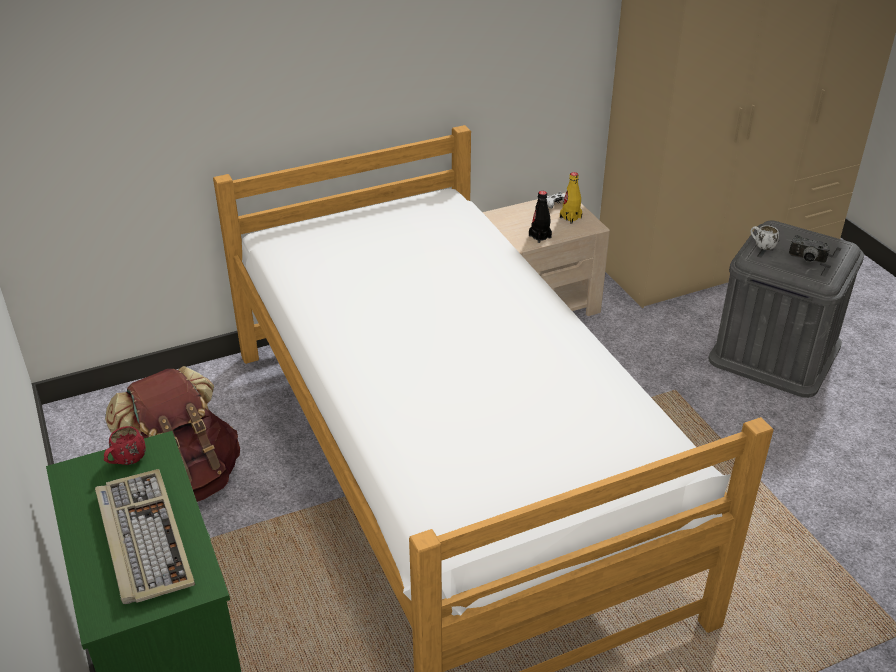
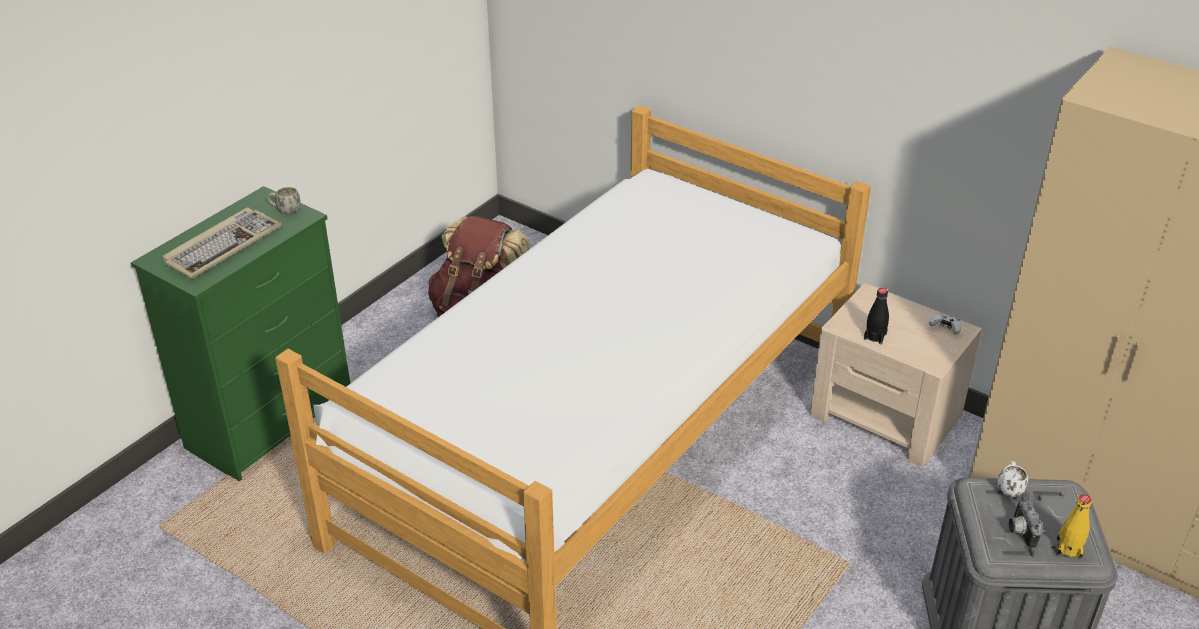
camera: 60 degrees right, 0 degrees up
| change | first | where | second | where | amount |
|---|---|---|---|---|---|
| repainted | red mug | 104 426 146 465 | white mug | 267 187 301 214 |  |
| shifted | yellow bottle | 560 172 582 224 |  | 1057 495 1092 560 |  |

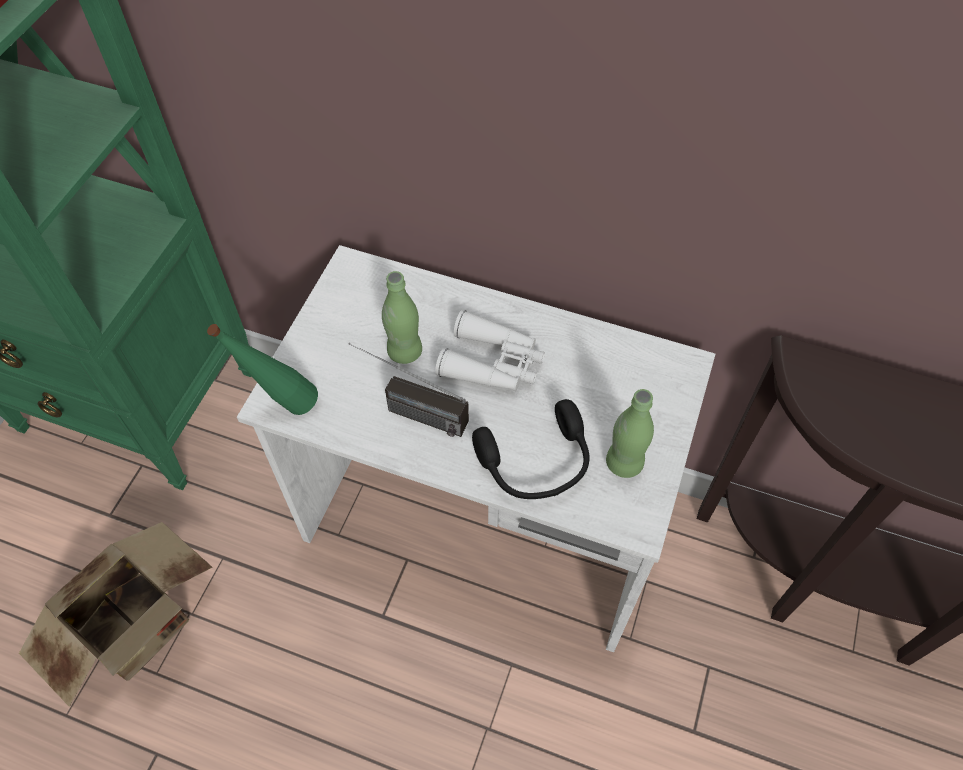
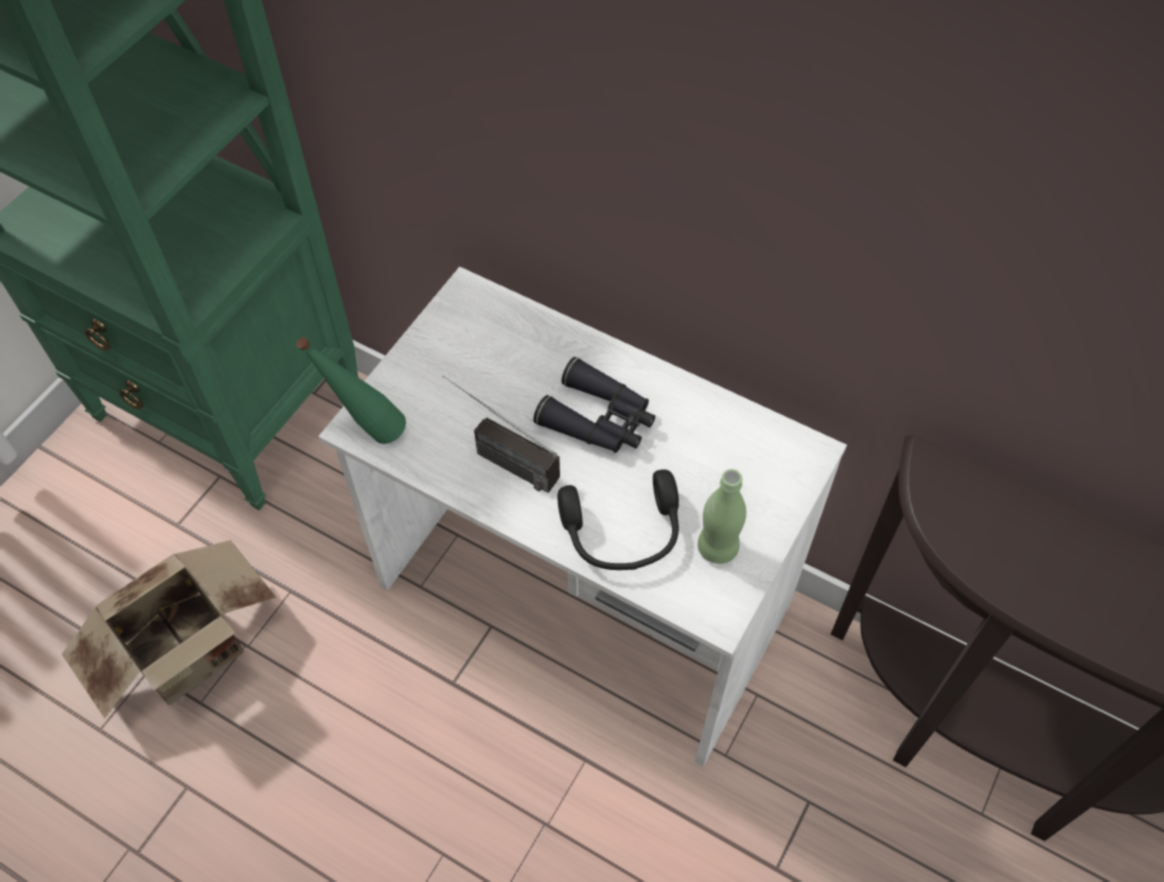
camera: 10 degrees right, 0 degrees up
| change | first | where | second | where | amount |
|---|---|---|---|---|---|
| gone | green bottle | 382 271 422 364 |  |  |  |
| repainted | white binoculars | 435 310 545 391 | black binoculars | 533 357 655 453 |  |

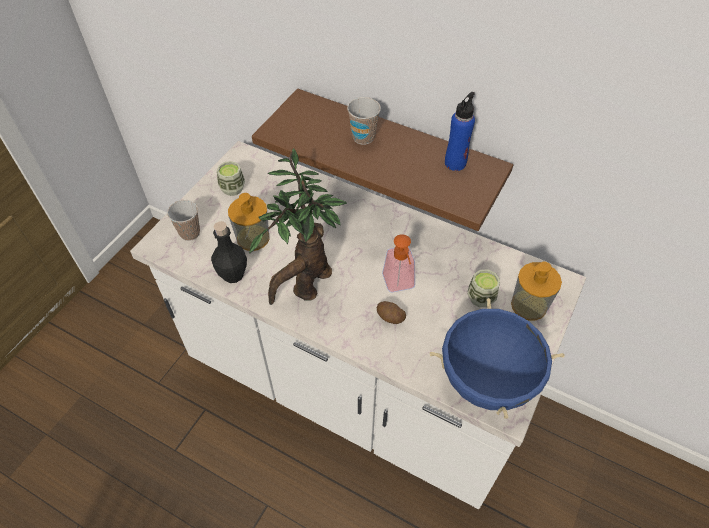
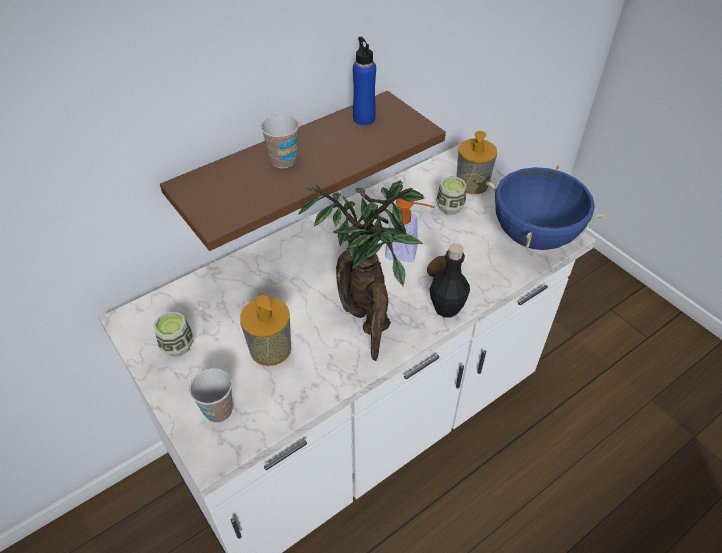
camera: 65 degrees left, 5 degrees down
| change | first | where | second | where | amount |
|---|---|---|---|---|---|
| shifted | black bottle | 211 221 247 283 |  | 429 243 470 318 |  |

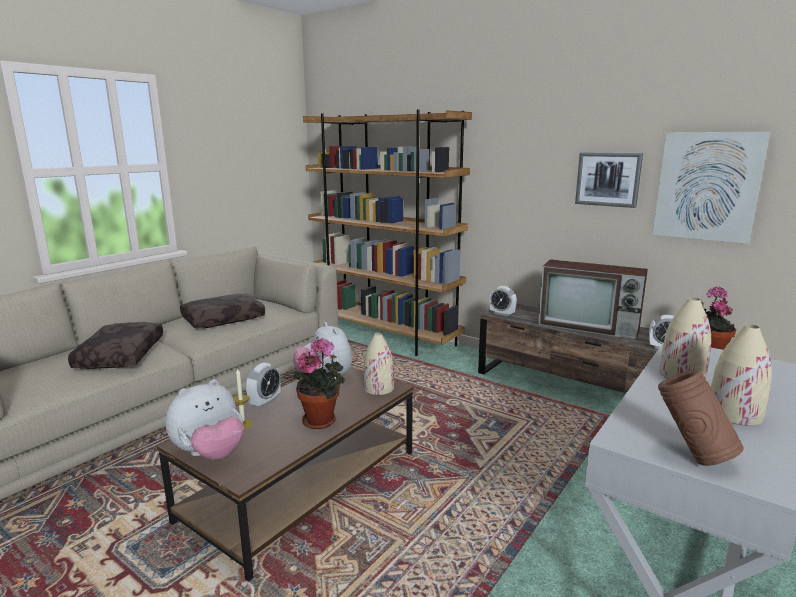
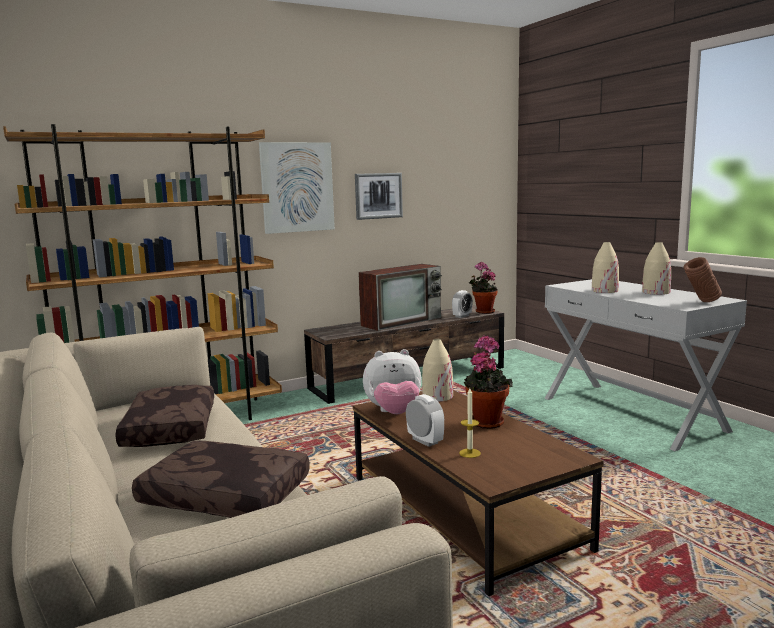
camera: 65 degrees left, 5 degrees down
| change | first | where | second | where | amount |
|---|---|---|---|---|---|
| gone | plush toy | 165 379 244 460 |  |  |  |
| gone | alarm clock | 489 286 517 317 |  |  |  |
| shifted | picture | 652 132 770 244 |  | 259 142 335 234 |  |

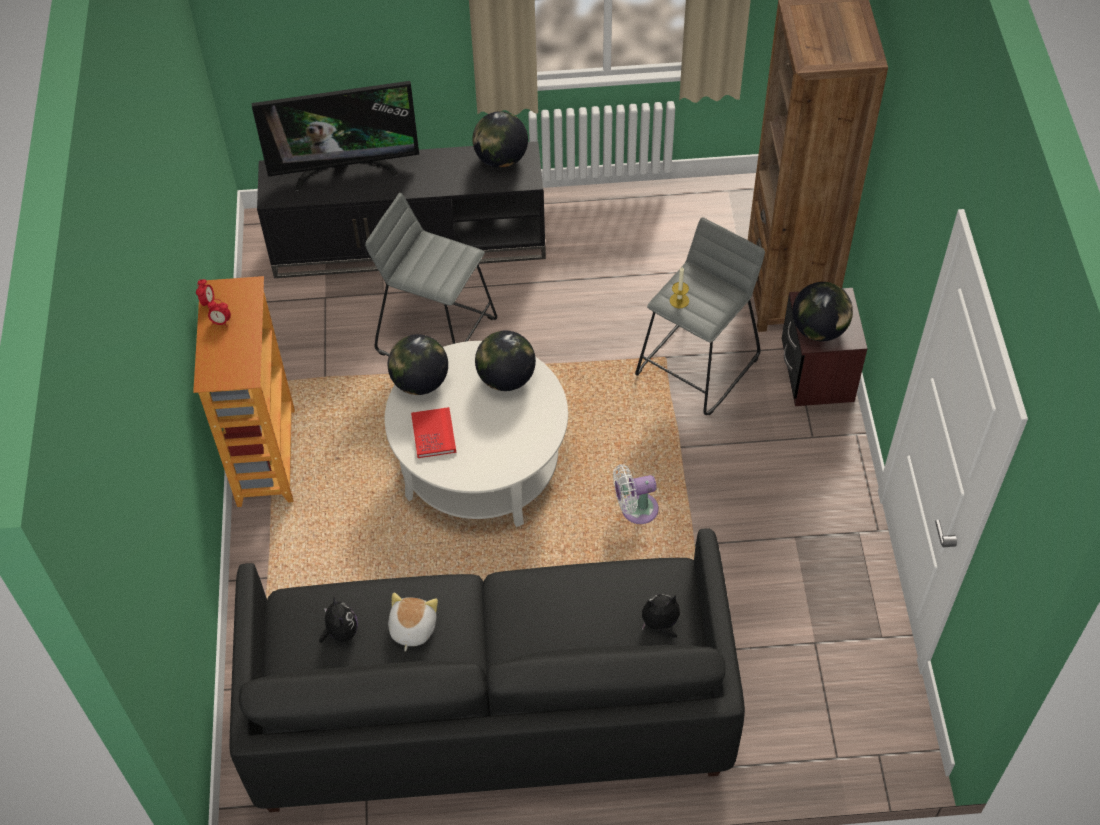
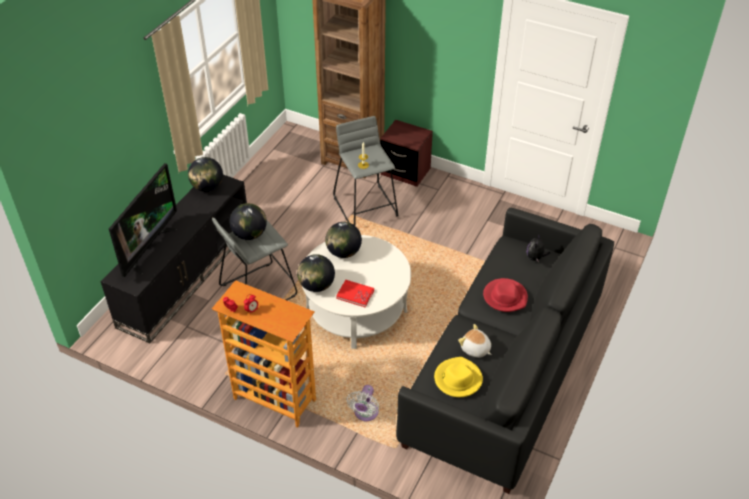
camera: 60 degrees left, 10 degrees down
| change | first | where | second | where | amount |
|---|---|---|---|---|---|
| swapped | plush toy | 319 596 358 643 | yellow hat | 434 357 483 397 |  |
| shifted | white fan | 613 464 659 524 |  | 347 385 379 421 |  |
| shifted | globe | 792 282 853 341 |  | 230 203 267 240 |  |
| new |  |  | red hat | 483 278 528 312 |  |

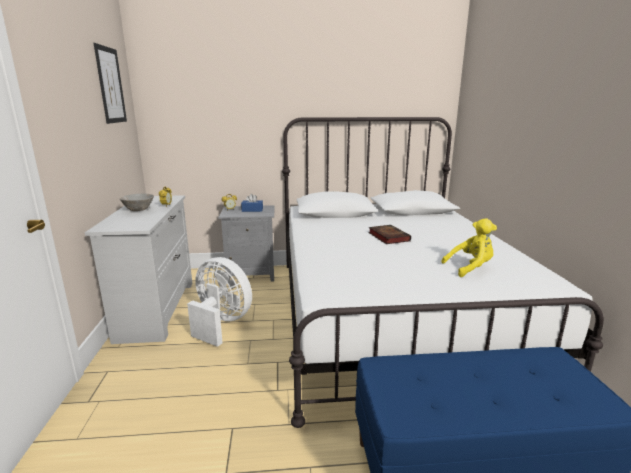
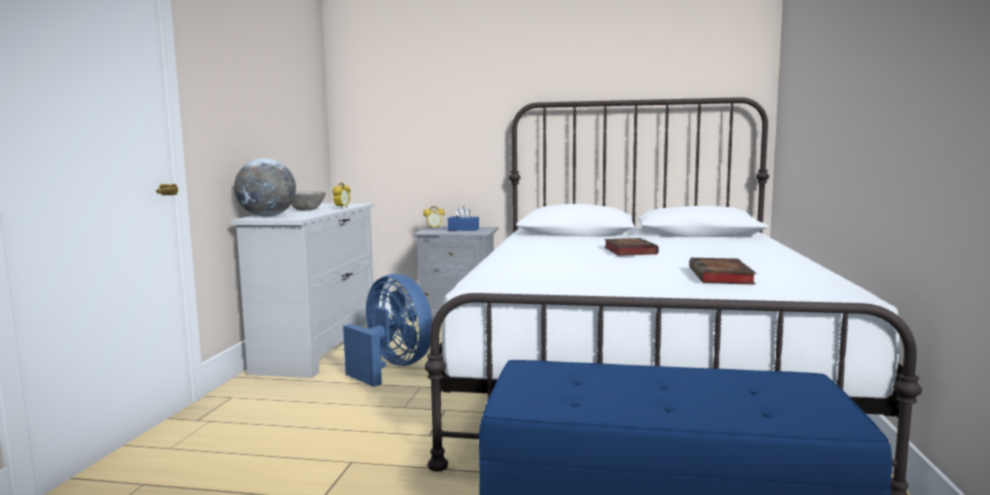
camera: 15 degrees right, 10 degrees down
| change | first | where | second | where | amount |
|---|---|---|---|---|---|
| gone | picture | 94 43 127 124 |  |  |  |
| repainted | white fan | 187 257 252 347 | blue fan | 343 274 433 387 |  |
| swapped | yellow plush toy | 441 218 497 277 | book | 689 258 756 285 |  |
| new |  |  | globe | 234 158 296 217 |  |

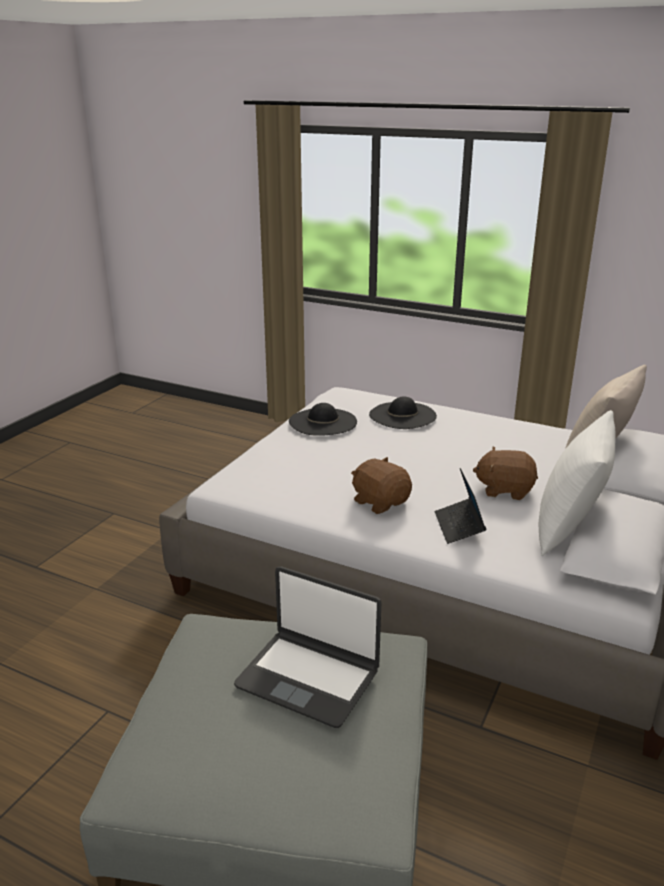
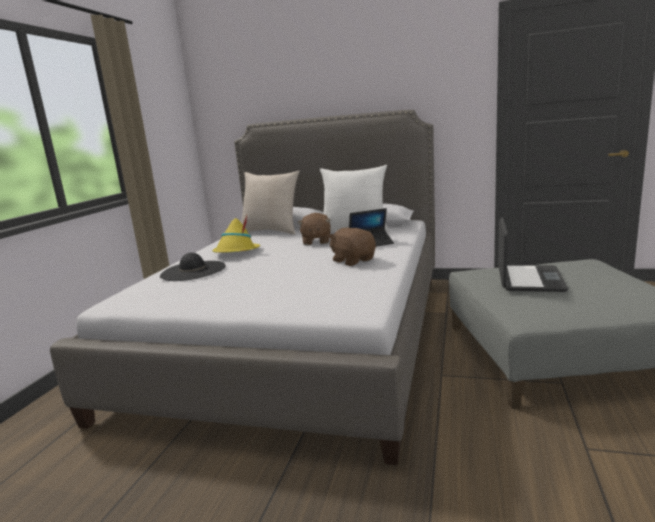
camera: 100 degrees left, 10 degrees down
| change | first | where | second | where | amount |
|---|---|---|---|---|---|
| gone | black hat | 289 403 357 436 |  |  |  |
| rotated | brown plush toy | 351 457 412 514 |  | 328 228 376 266 | 105 degrees clockwise |
| new |  |  | yellow hat | 212 215 260 253 |  |

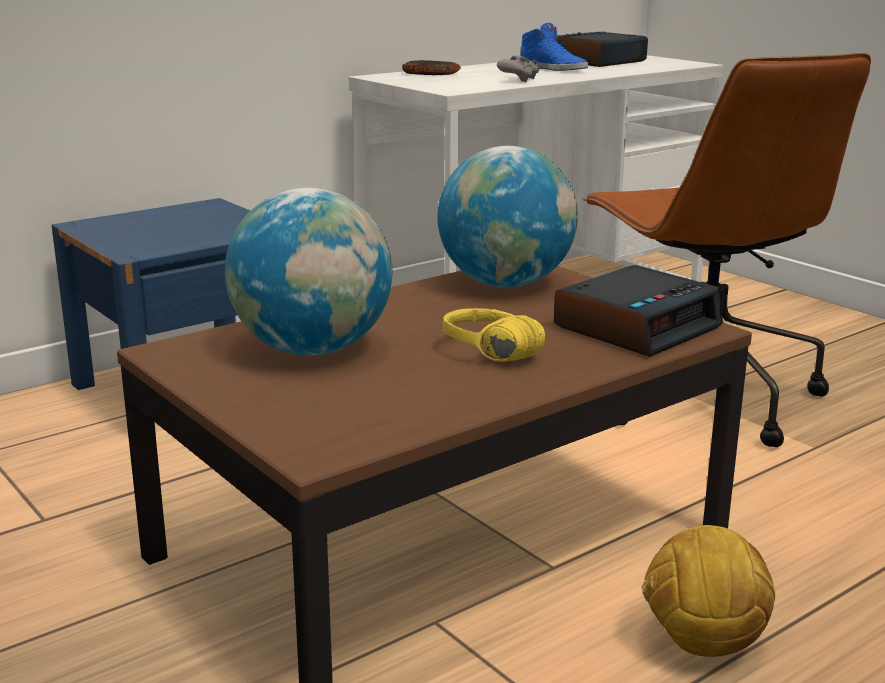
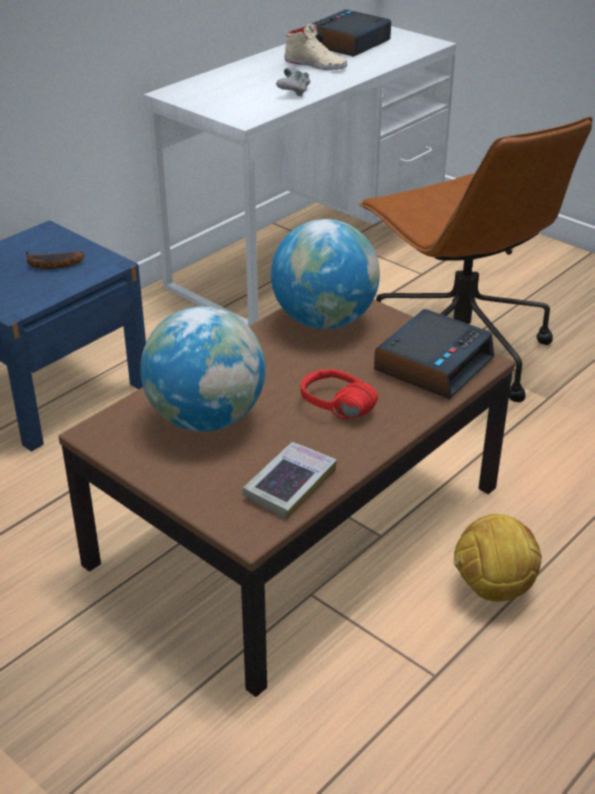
camera: 10 degrees left, 15 degrees up
| change | first | where | second | where | amount |
|---|---|---|---|---|---|
| shifted | banana | 402 60 461 75 |  | 26 251 85 269 |  |
| repainted | yellow headphones | 442 308 546 362 | red headphones | 301 369 378 419 |  |
| repainted | blue shoe | 520 23 588 71 | beige shoe | 284 24 347 70 |  |
| new |  |  | book | 242 442 337 519 |  |

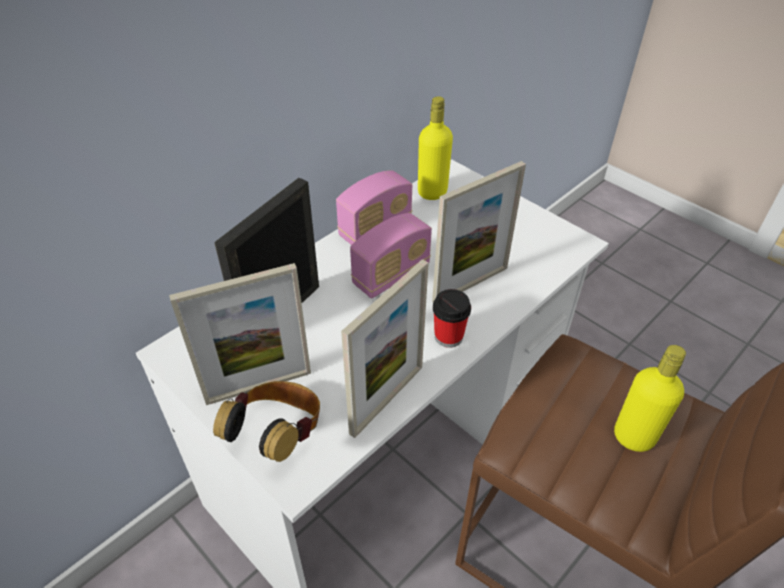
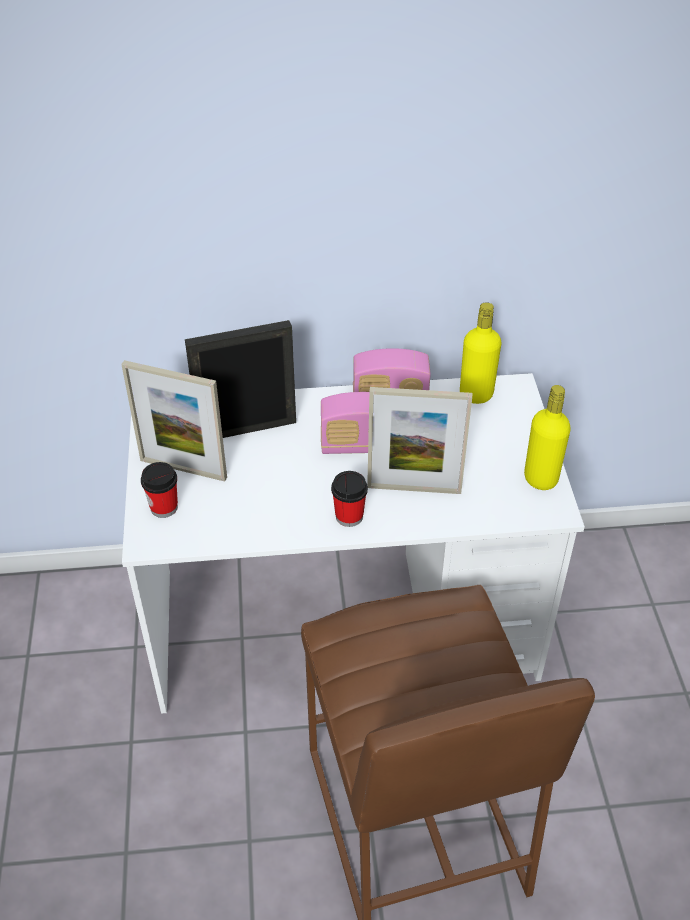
camera: 40 degrees right, 0 degrees up
| change | first | where | second | where | amount |
|---|---|---|---|---|---|
| swapped | headphones | 213 381 320 462 | cup | 141 462 178 518 |  |
| gone | picture frame | 341 259 429 438 |  |  |  |
| shifted | yellow bottle | 614 345 686 452 |  | 524 385 571 490 |  |

